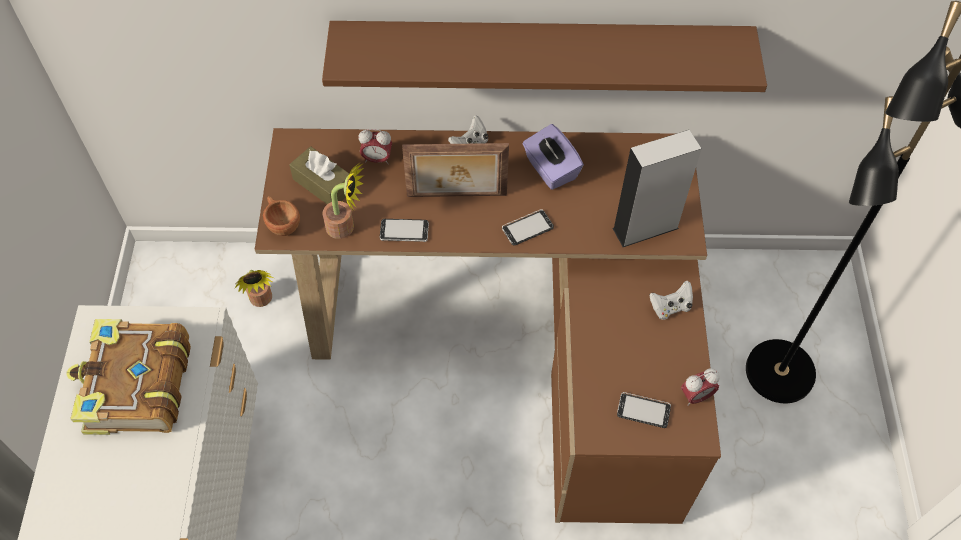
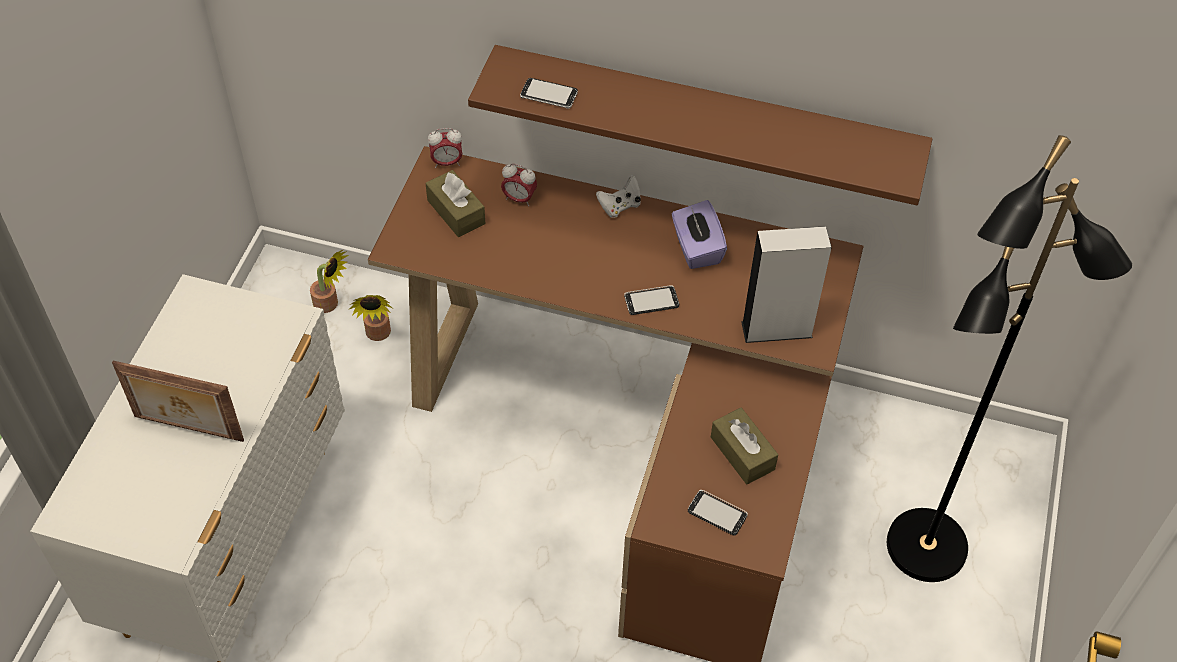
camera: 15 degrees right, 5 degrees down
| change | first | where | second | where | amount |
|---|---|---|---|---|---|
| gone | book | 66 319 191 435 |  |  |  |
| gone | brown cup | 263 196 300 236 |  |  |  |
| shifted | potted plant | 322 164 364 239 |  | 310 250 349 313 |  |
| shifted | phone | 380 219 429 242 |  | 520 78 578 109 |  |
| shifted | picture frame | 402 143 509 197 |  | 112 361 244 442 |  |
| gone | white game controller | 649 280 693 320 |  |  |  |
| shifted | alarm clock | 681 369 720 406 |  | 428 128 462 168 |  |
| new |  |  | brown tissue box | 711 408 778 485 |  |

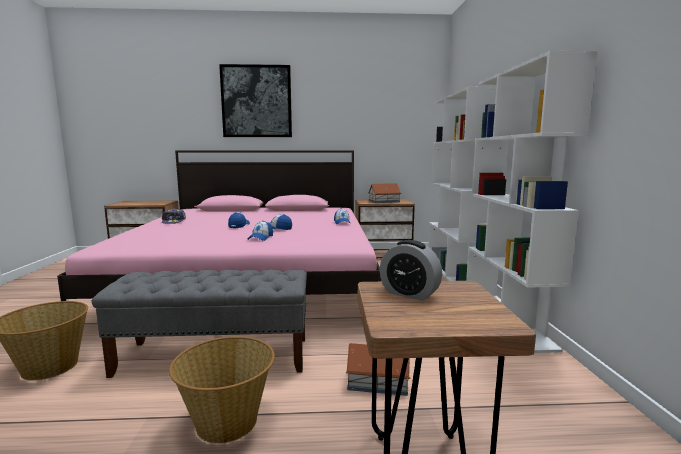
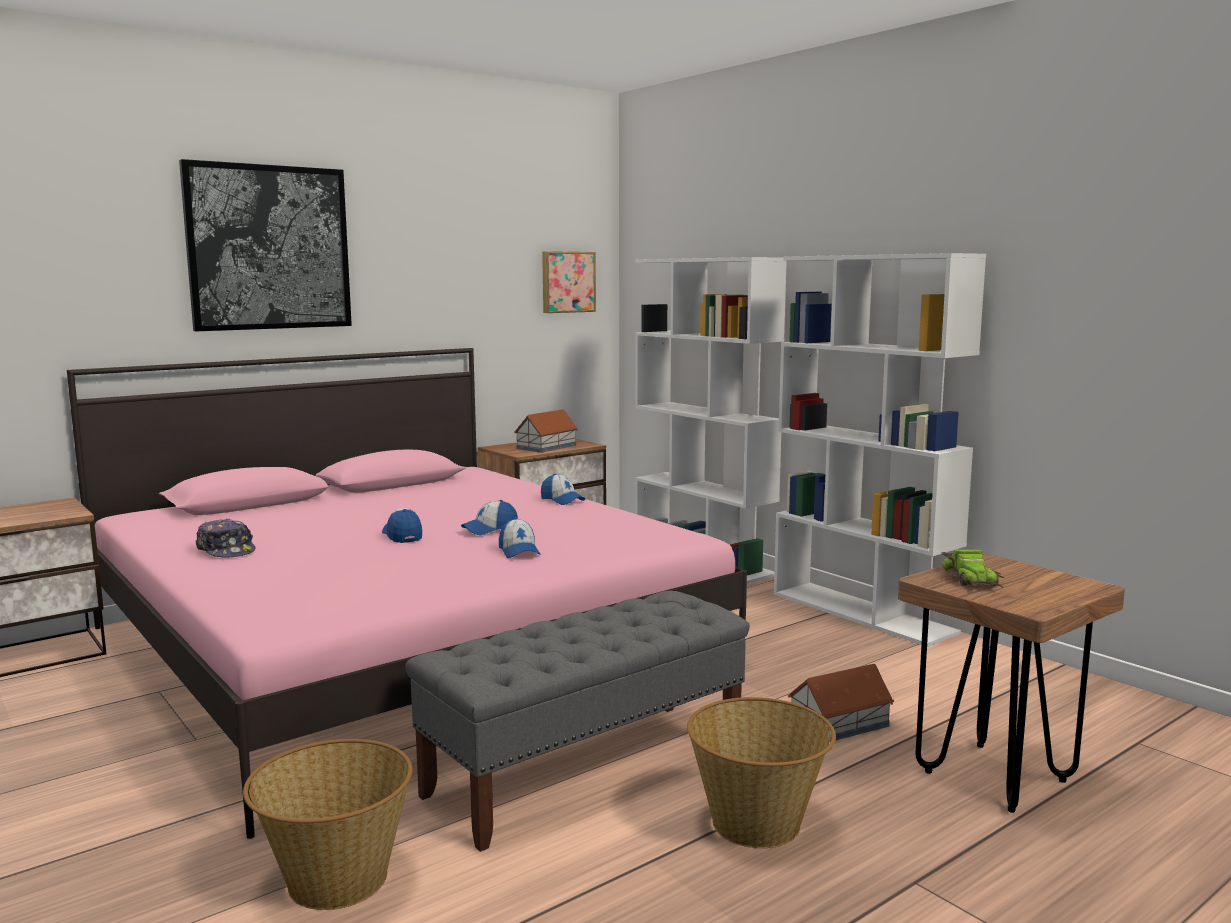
camera: 35 degrees left, 0 degrees up
| change | first | where | second | where | amount |
|---|---|---|---|---|---|
| swapped | alarm clock | 380 240 442 301 | toy car | 941 550 1004 588 |  |
| new |  |  | picture | 542 251 596 313 |  |

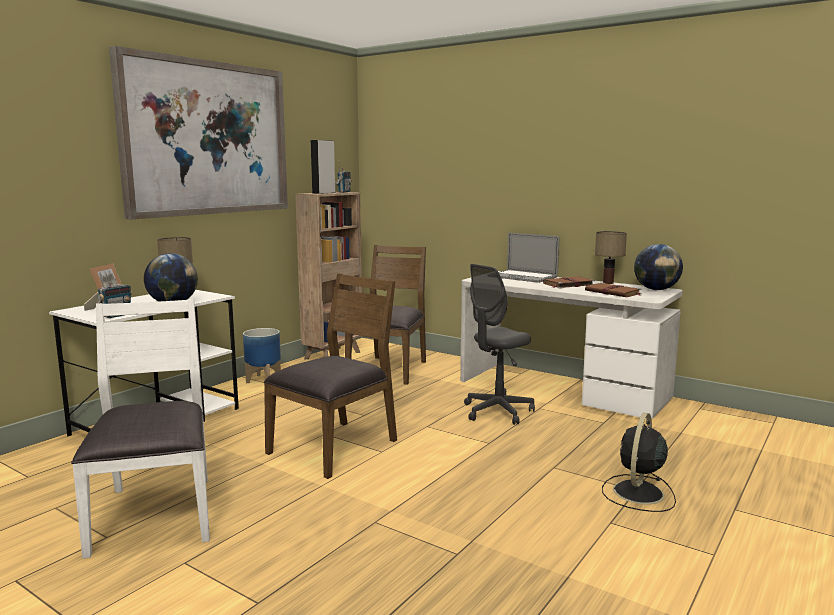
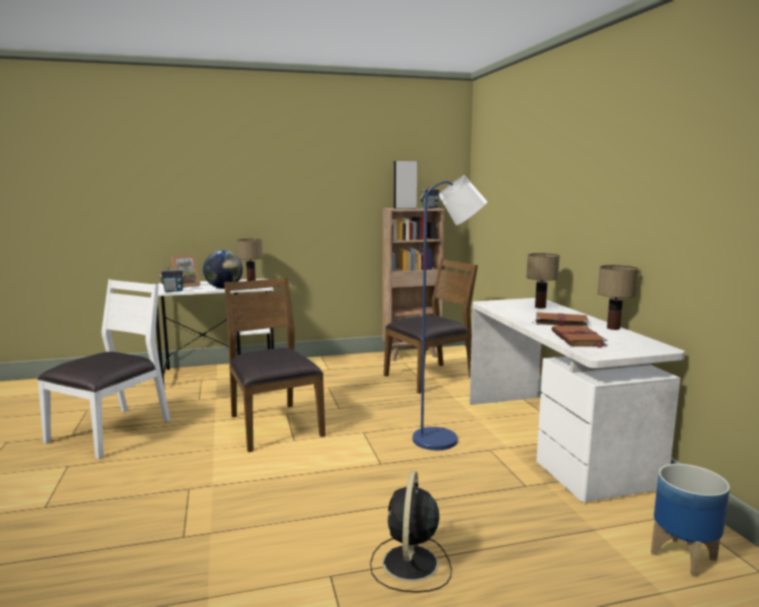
camera: 40 degrees right, 0 degrees up
| change | first | where | second | where | amount |
|---|---|---|---|---|---|
| gone | picture | 109 46 288 219 |  |  |  |
| shifted | planter | 243 328 281 383 |  | 651 464 730 577 |  |
| rotated | brown chair | 264 273 397 479 |  | 224 277 325 452 | 105 degrees counterclockwise |
| swapped | grey office chair | 464 264 535 425 | blue floor lamp | 413 175 487 450 |  |
| swapped | laptop | 499 233 559 283 | table lamp | 526 253 560 308 |  |
| rotated | black fan | 602 413 676 512 |  | 370 471 452 593 | 60 degrees counterclockwise |
| gone | globe | 634 244 683 290 |  |  |  |

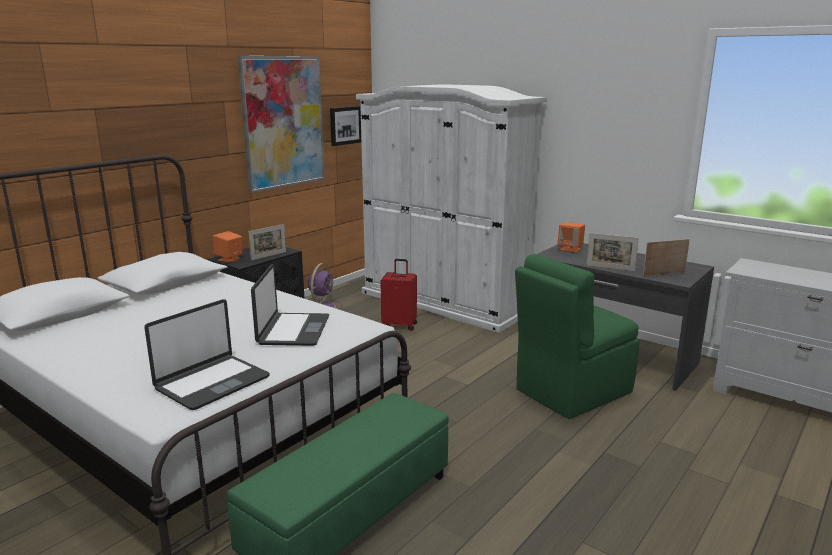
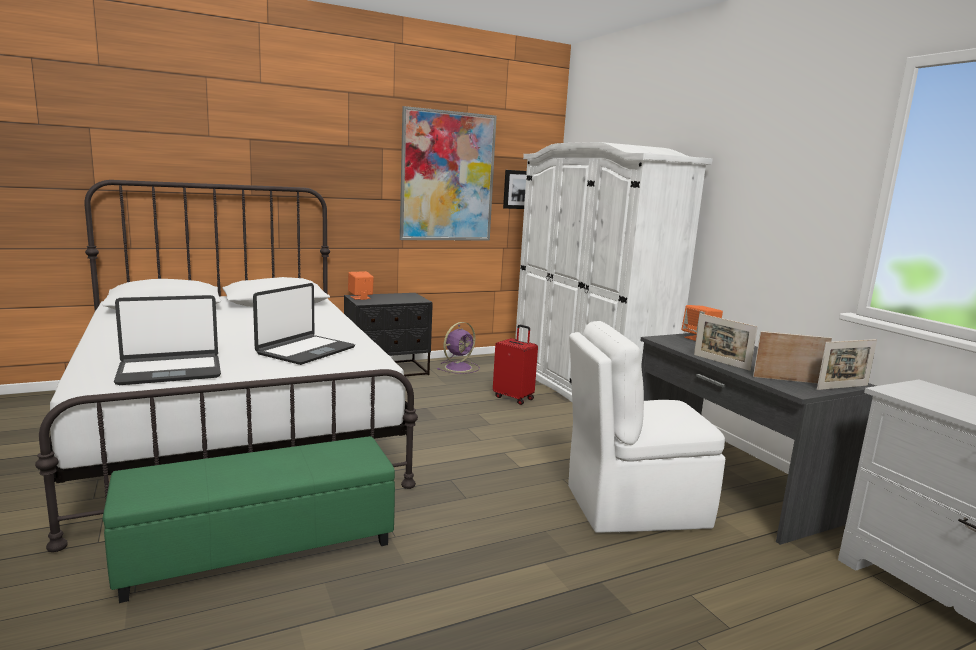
camera: 25 degrees right, 5 degrees down
| change | first | where | second | where | amount |
|---|---|---|---|---|---|
| shifted | picture frame | 249 224 286 260 |  | 817 339 877 390 |  |
| repainted | green chair | 515 254 640 419 | white chair | 568 321 725 533 |  |

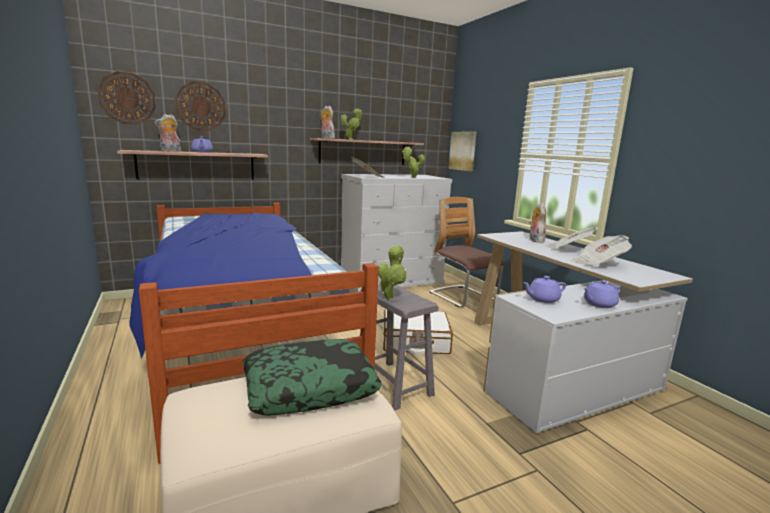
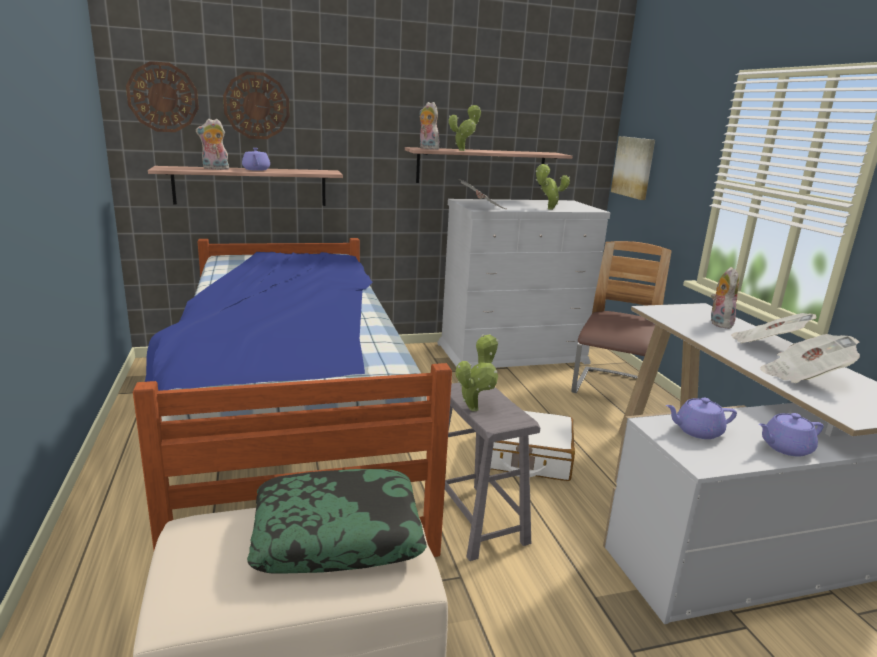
camera: 10 degrees right, 5 degrees up
| change | first | where | second | where | amount |
|---|---|---|---|---|---|
| rotated | chair | 429 197 505 307 |  | 571 241 672 393 | 45 degrees clockwise |

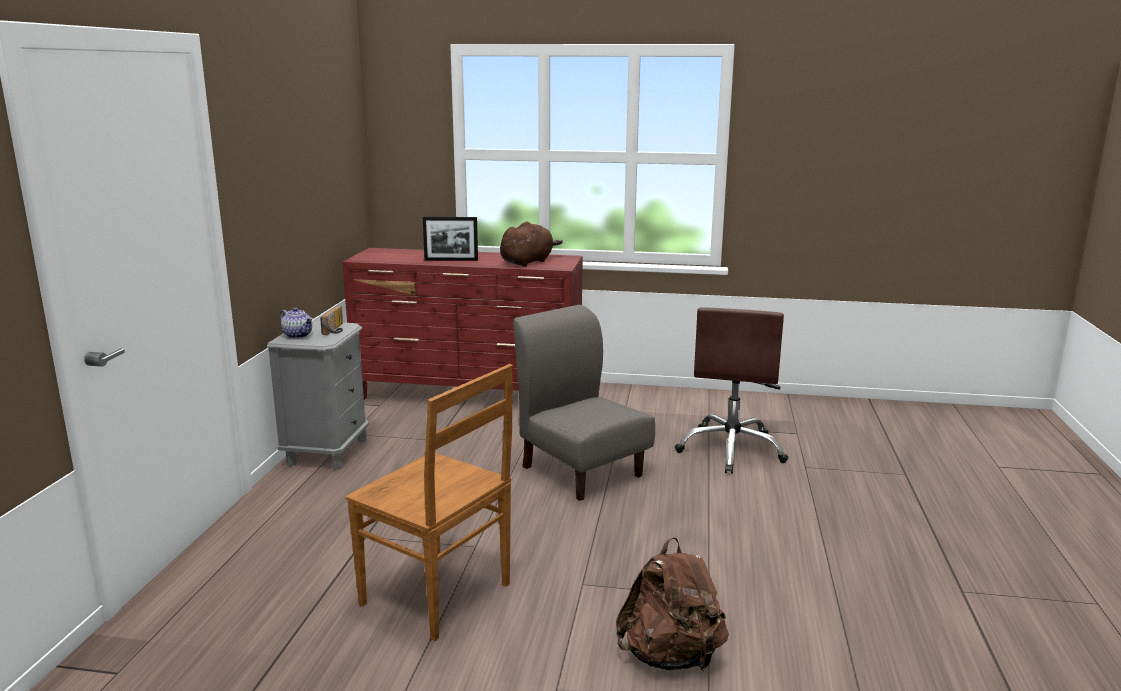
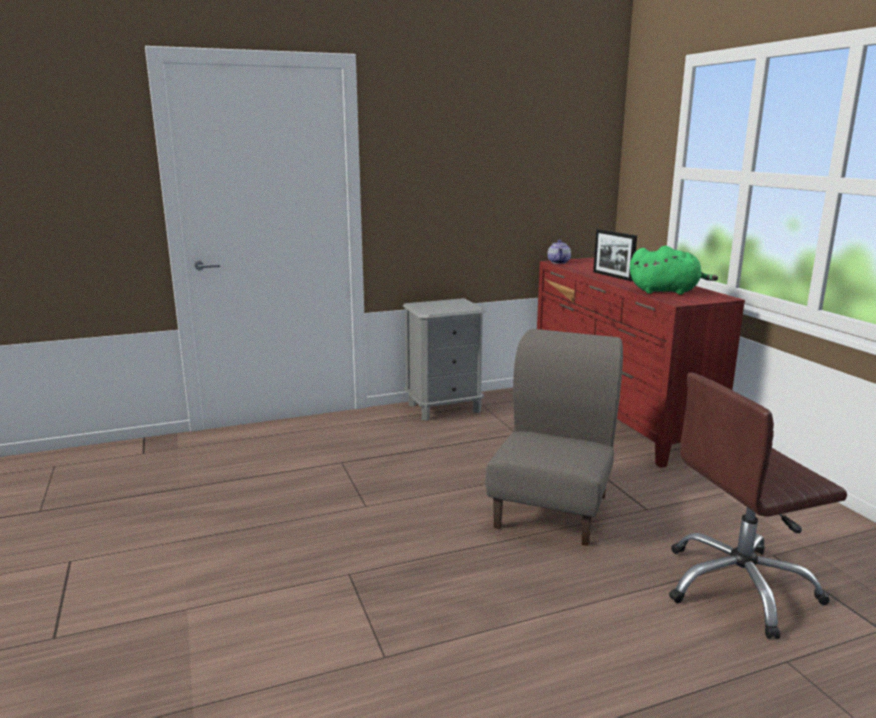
camera: 60 degrees right, 0 degrees up
| change | first | where | second | where | amount |
|---|---|---|---|---|---|
| shifted | teapot | 280 307 313 338 |  | 548 240 571 264 |  |
| gone | radio | 320 306 343 335 |  |  |  |
| gone | brown chair | 346 364 513 641 |  |  |  |
| repainted | brown plush toy | 500 222 563 267 | green plush toy | 630 246 718 295 |  |
| gone | brown backpack | 616 537 729 670 |  |  |  |

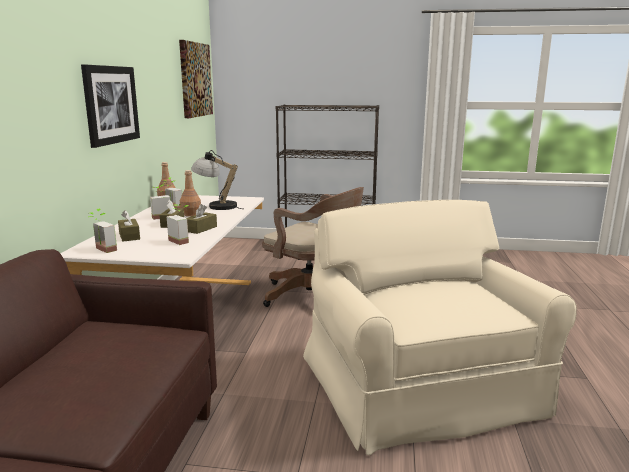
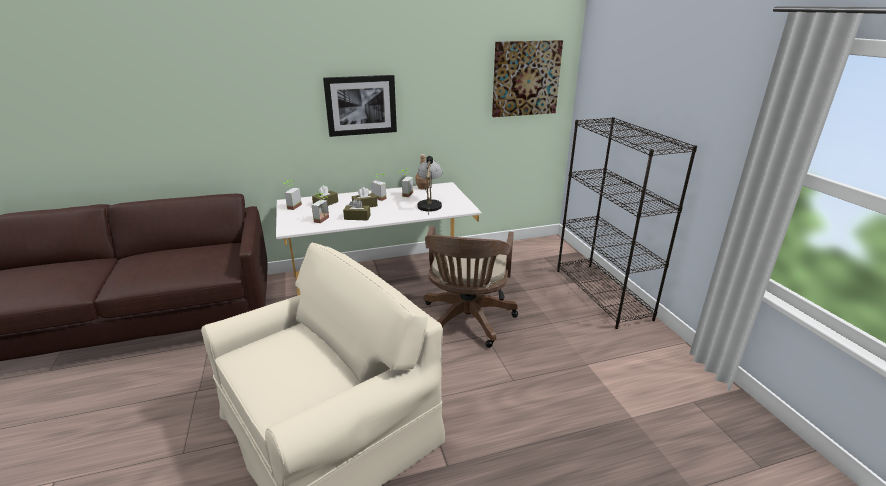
camera: 65 degrees right, 10 degrees up
| change | first | where | second | where | amount |
|---|---|---|---|---|---|
| gone | brown bottle | 180 170 201 217 |  |  |  |

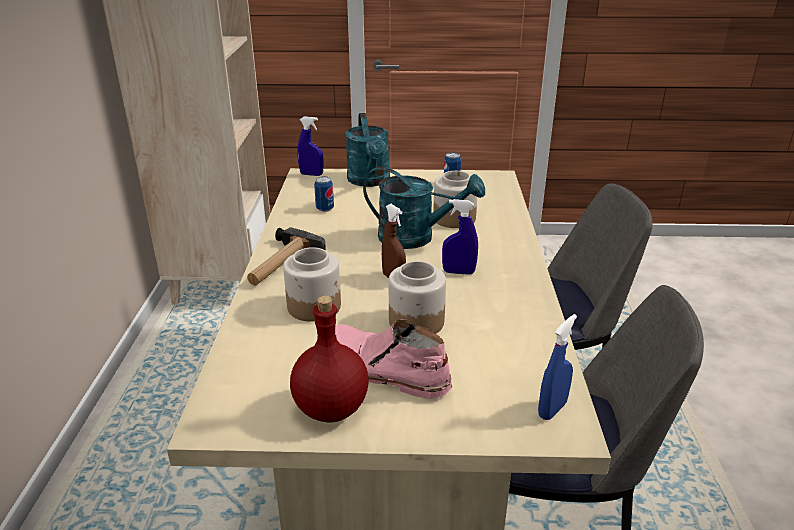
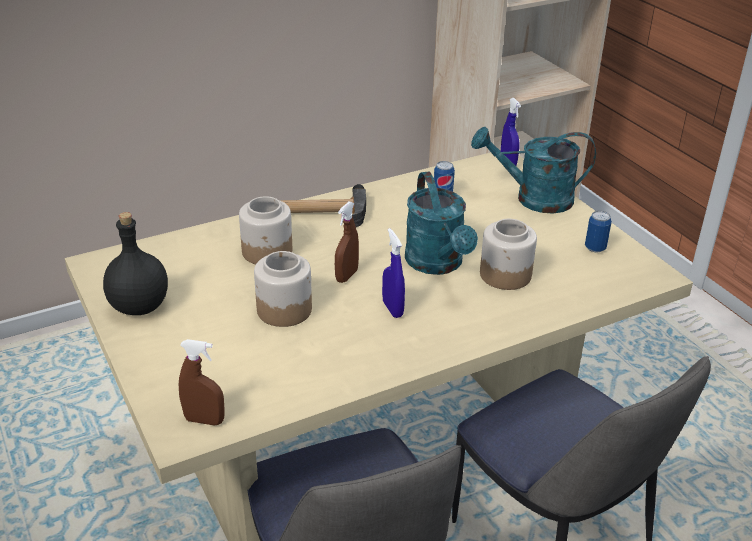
camera: 60 degrees right, 5 degrees up
| change | first | where | second | where | amount |
|---|---|---|---|---|---|
| repainted | red bottle | 290 296 369 423 | black bottle | 103 212 168 315 |  |
| gone | pink boot | 335 319 452 399 |  |  |  |
| rotated | turquoise watering can | 345 113 390 187 |  | 471 127 596 213 | 45 degrees clockwise |
| repainted | blue spray bottle | 538 314 577 420 | brown spray bottle | 179 339 225 425 |  |

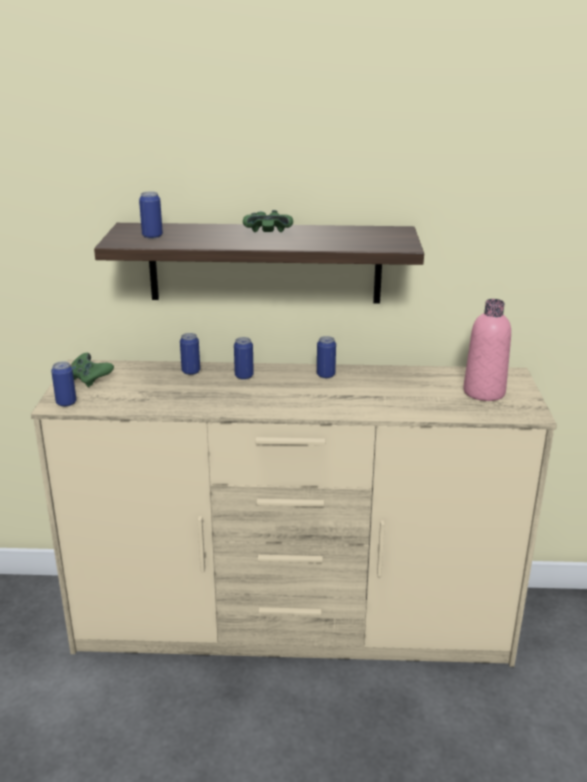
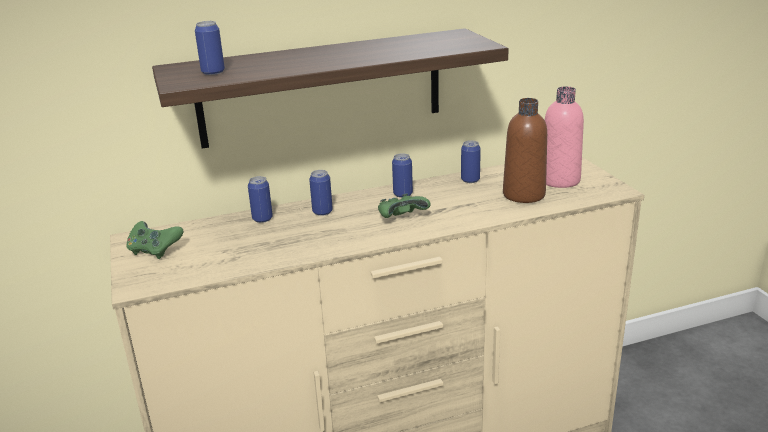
camera: 20 degrees left, 0 degrees up
| change | first | where | second | where | amount |
|---|---|---|---|---|---|
| shifted | can | 51 361 76 407 |  | 461 140 481 183 |  |
| shifted | green game controller | 243 210 293 232 |  | 378 193 431 218 |  |
| new |  |  | brown bottle | 503 98 547 203 |  |

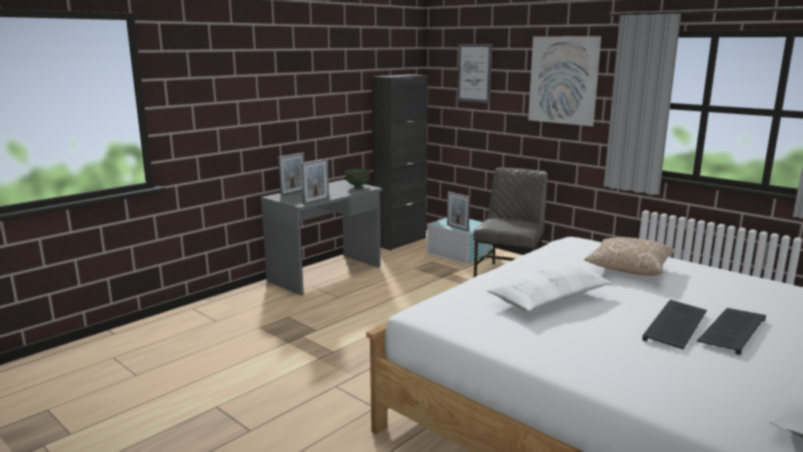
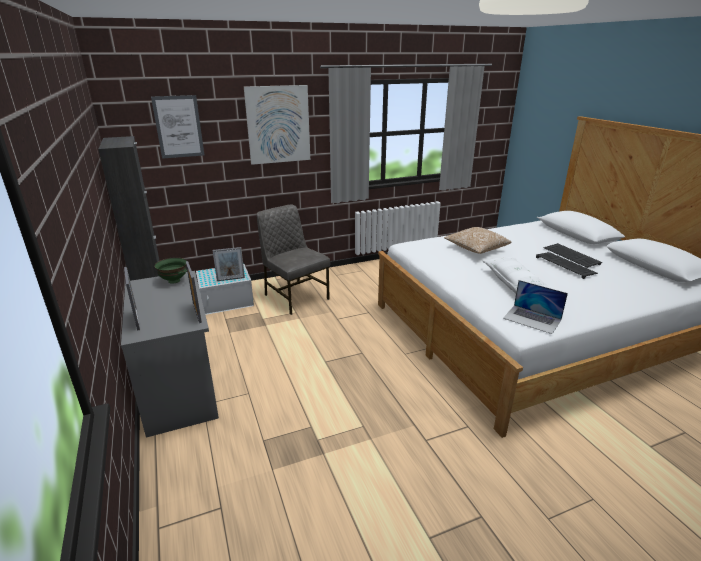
camera: 65 degrees left, 10 degrees up
| change | first | where | second | where | amount |
|---|---|---|---|---|---|
| new |  |  | laptop | 503 280 568 334 |  |

